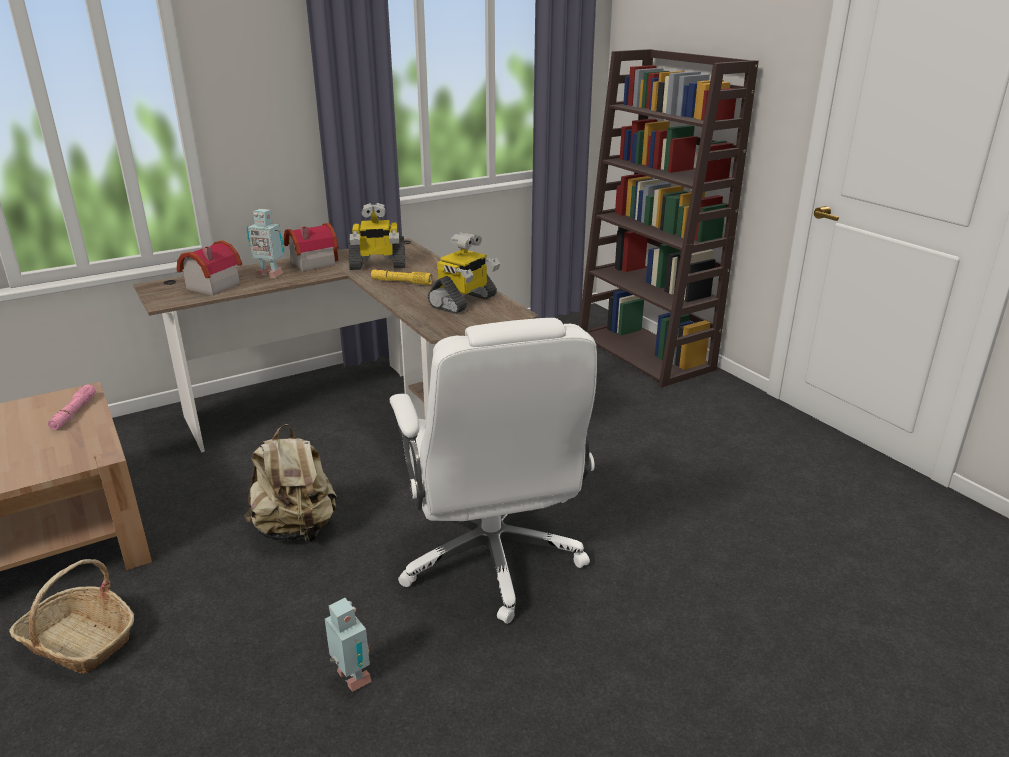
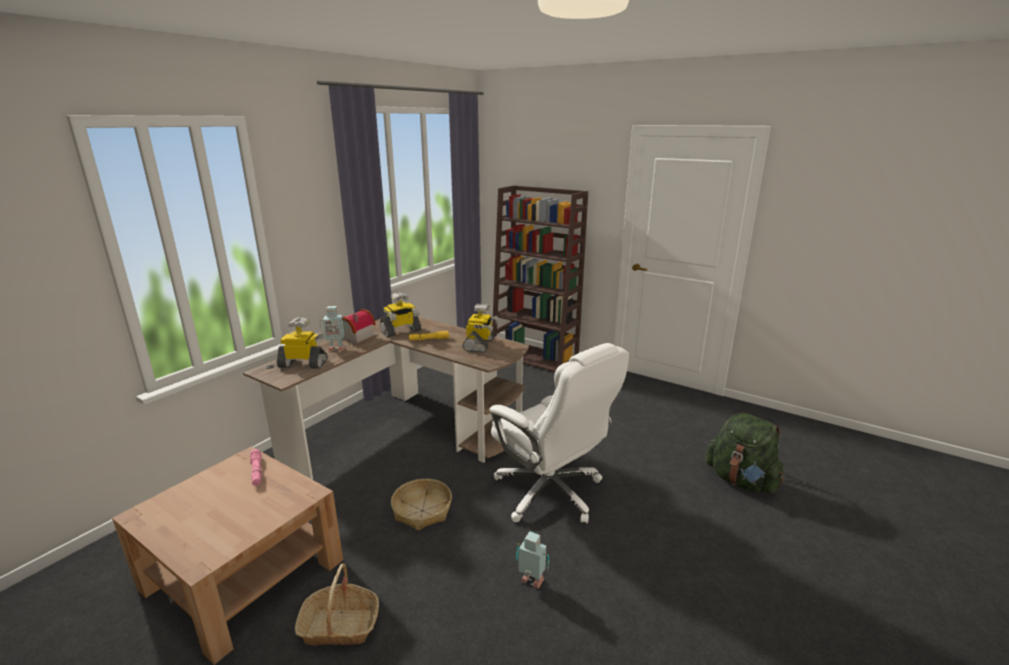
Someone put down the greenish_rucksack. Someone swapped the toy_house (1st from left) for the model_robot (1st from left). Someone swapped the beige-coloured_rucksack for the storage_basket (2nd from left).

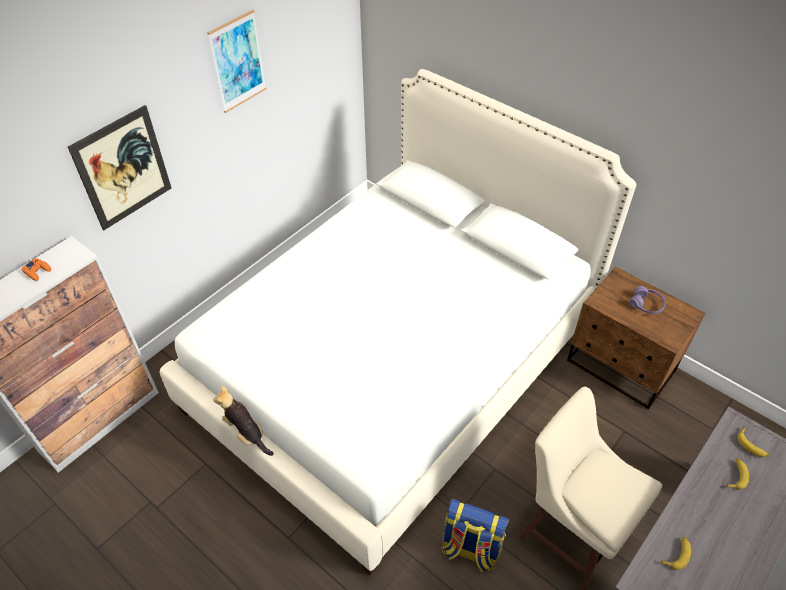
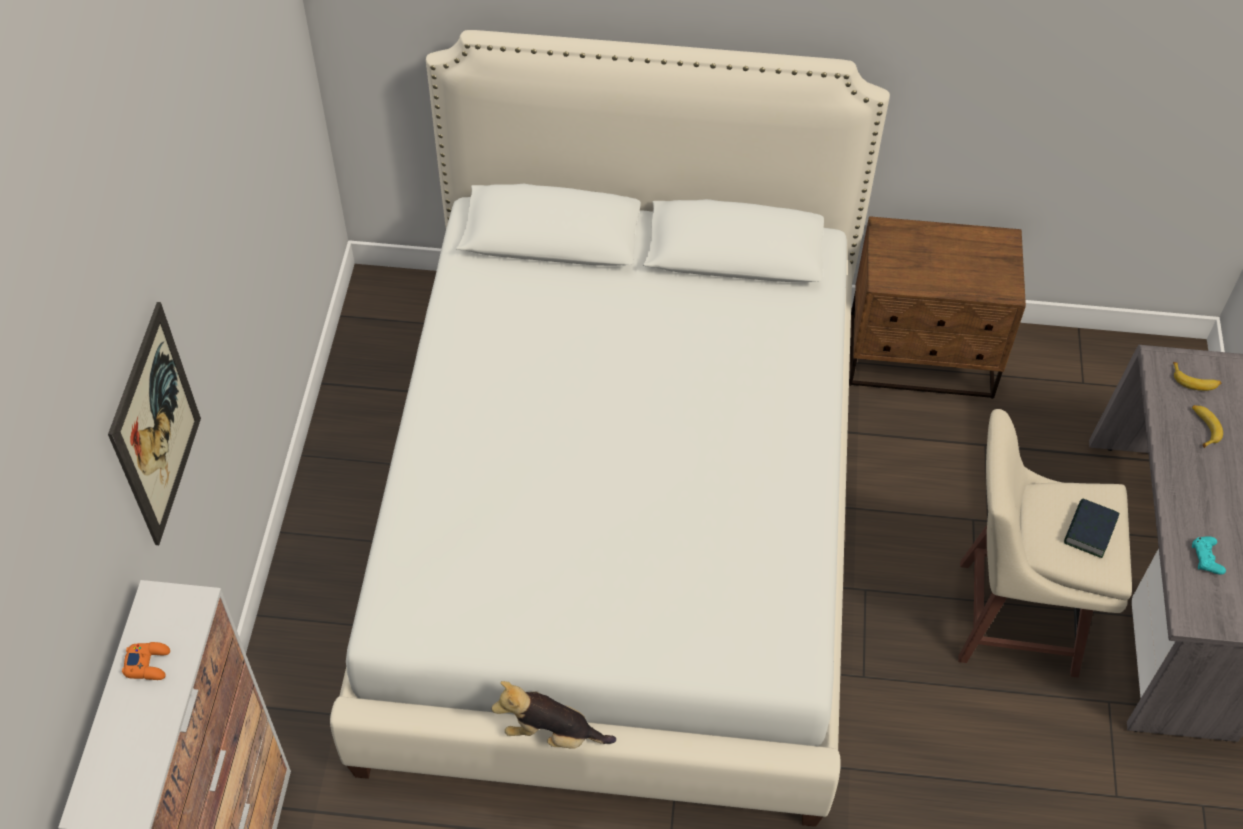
Someone took away the picture (2nd from left). Someone took away the rucksack. Someone took away the purple_headset. Someone put down the bound_book. Someone swapped the banana_fruit (1st from left) for the turquoise-coloured_game_controller.

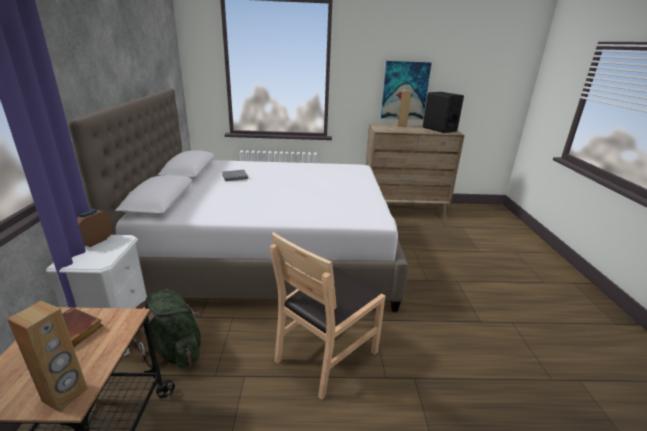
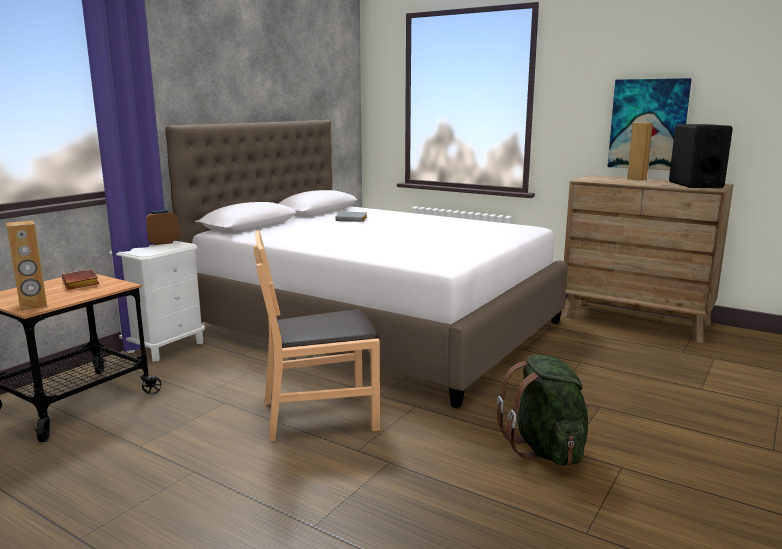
Someone carried the greenish_rucksack.

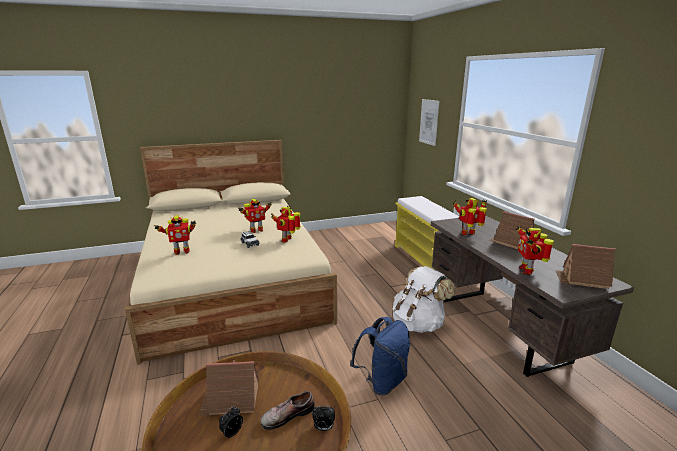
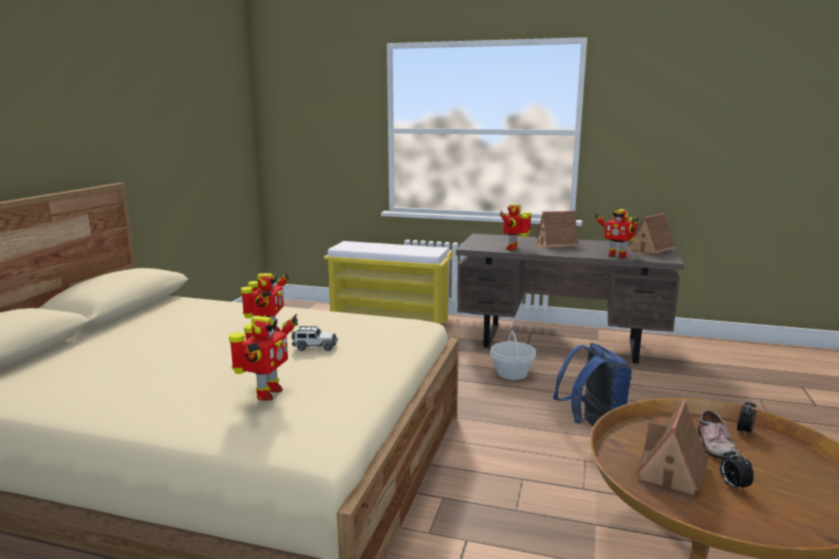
Someone took away the model_robot (3rd from left). Someone took away the picture. Someone swapped the white-coloured_rucksack for the storage_basket.

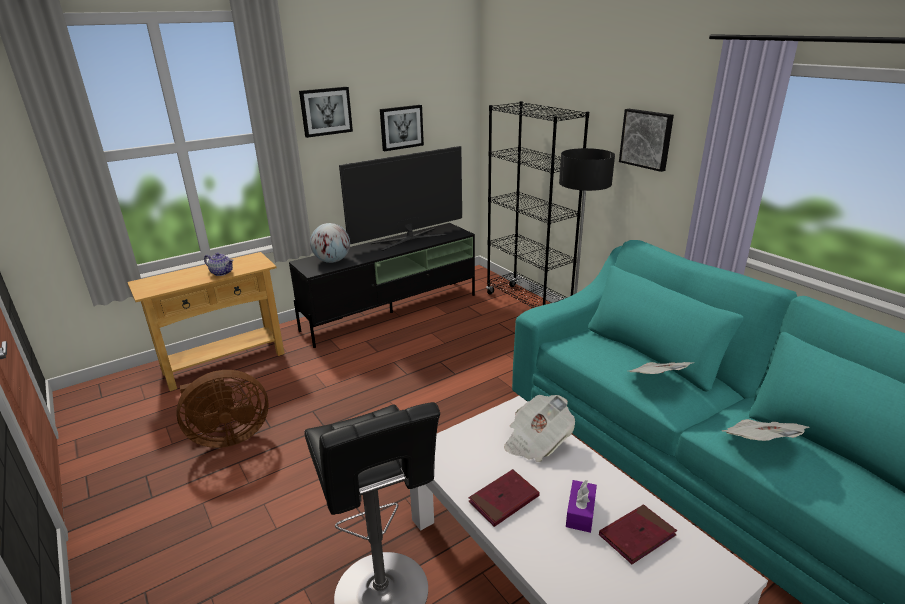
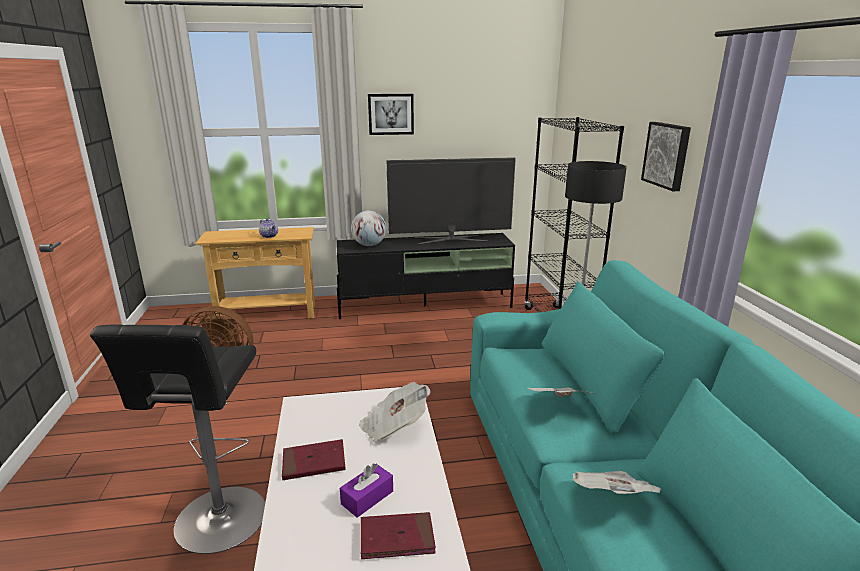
Someone took away the picture (2nd from left).

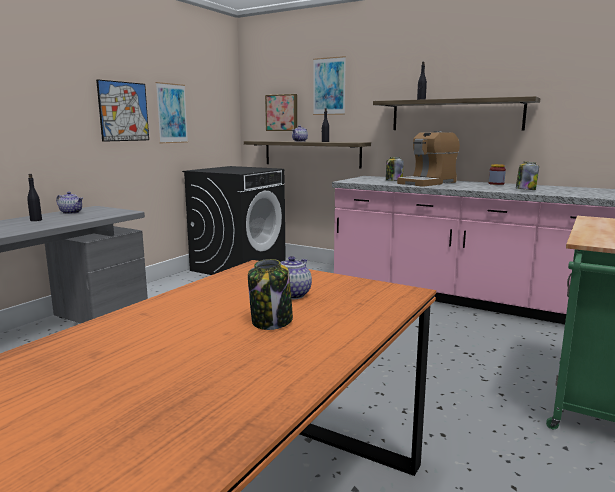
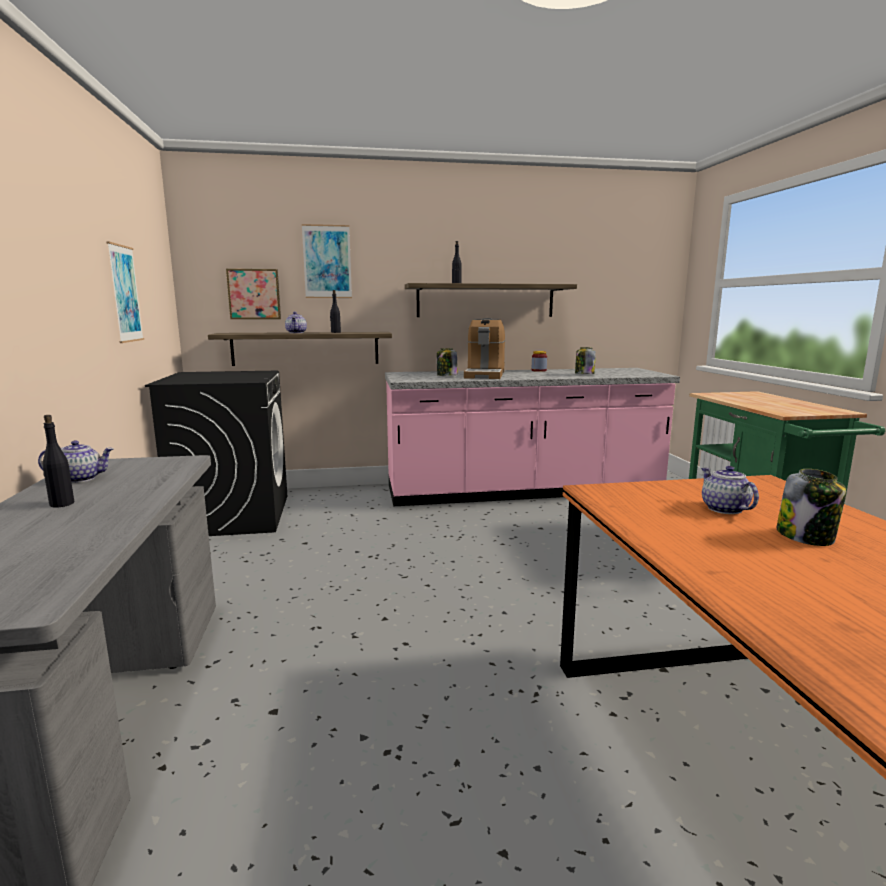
Someone took away the picture (1st from left).

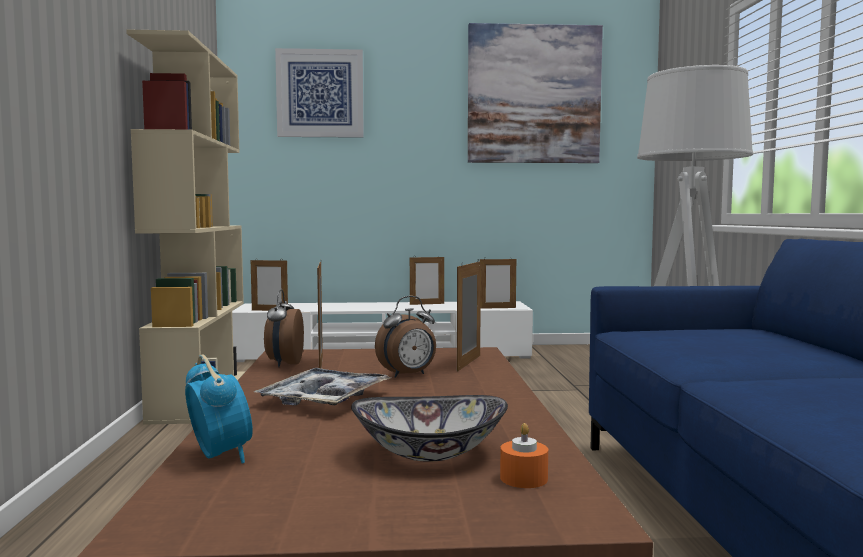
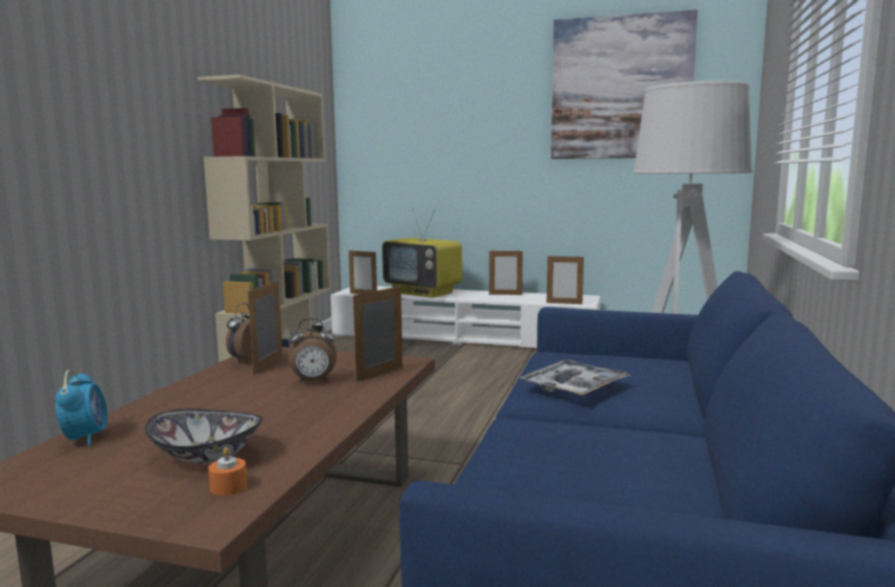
Someone took away the picture (1st from left). Someone put down the television. Someone carried the serving_tray.

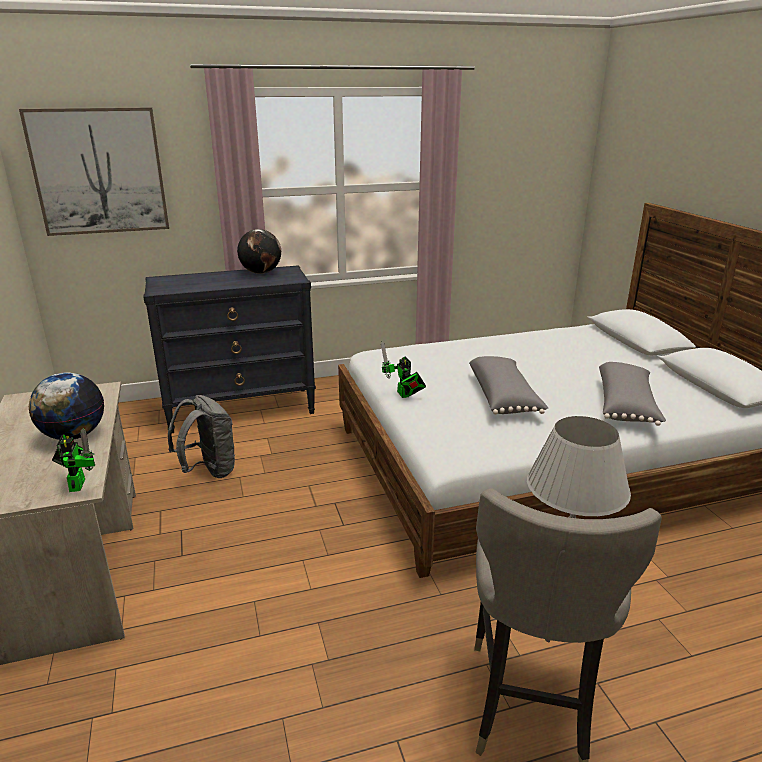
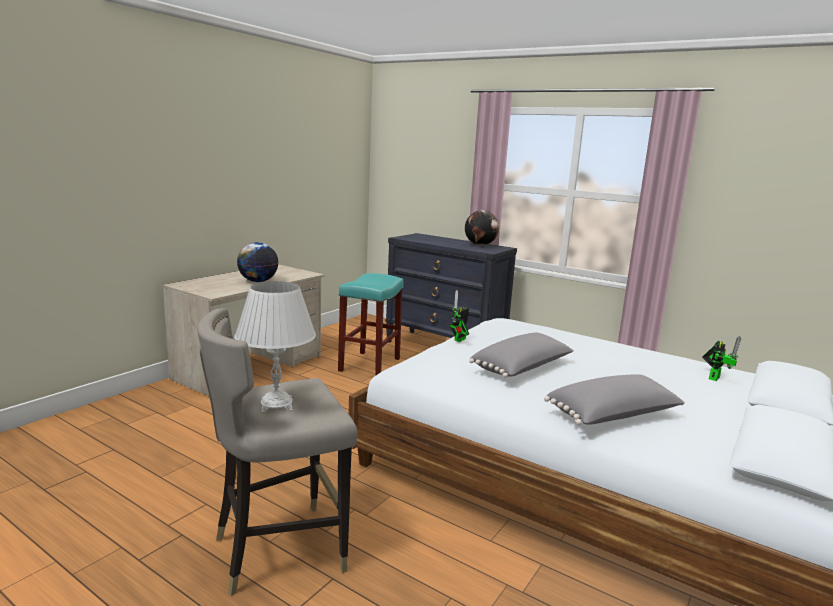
Someone took away the picture. Someone carried the model_robot (1st from left in the first image). Someone swapped the gray_rucksack for the turquoise-coloured_stool_seat.

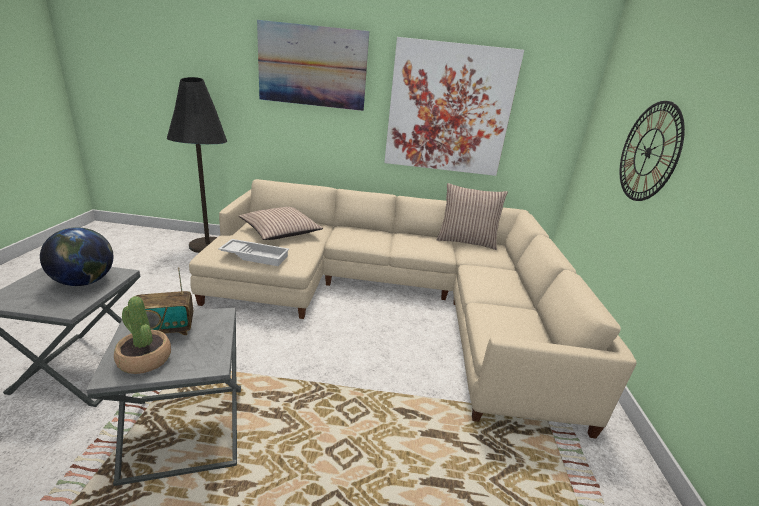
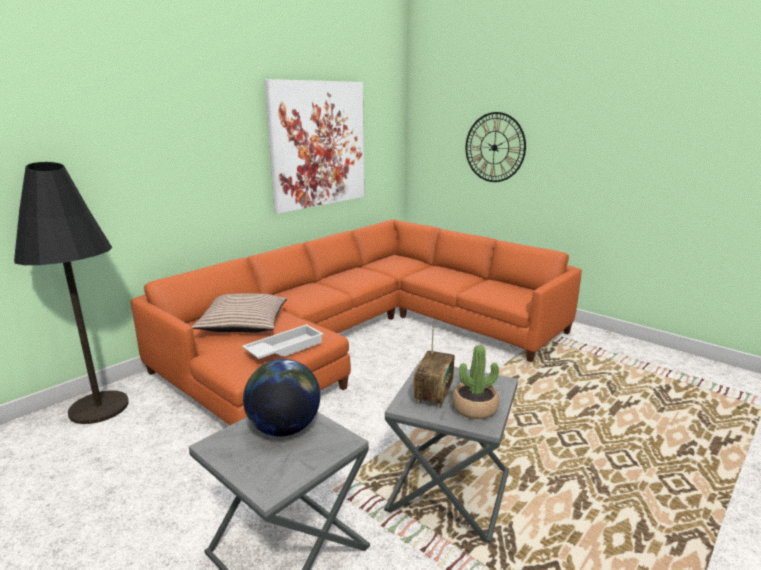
Someone took away the picture (1st from left). Someone took away the throw_pillow (2nd from left). Someone repainted the beige-coloured_settee, which became the orange_settee.

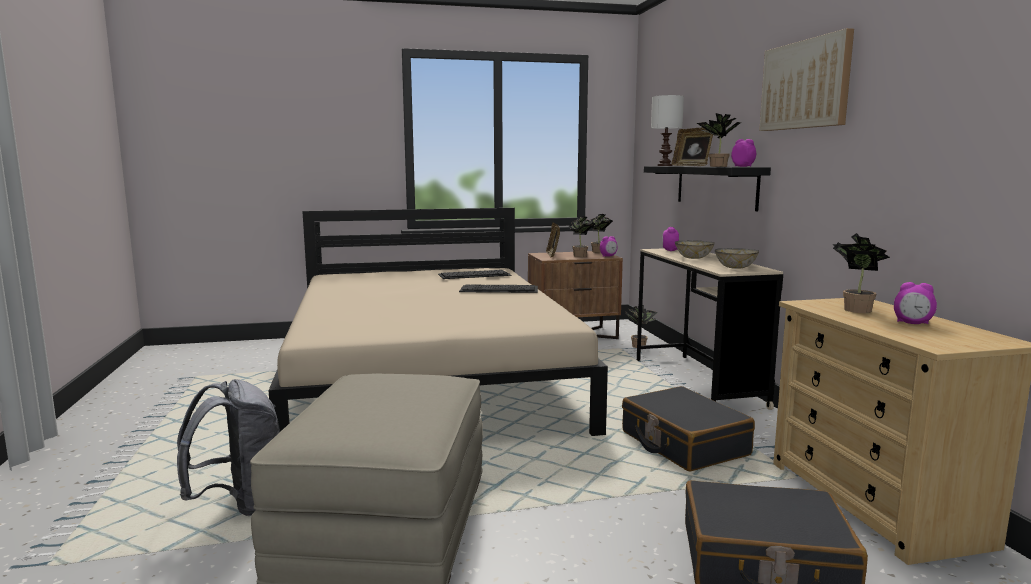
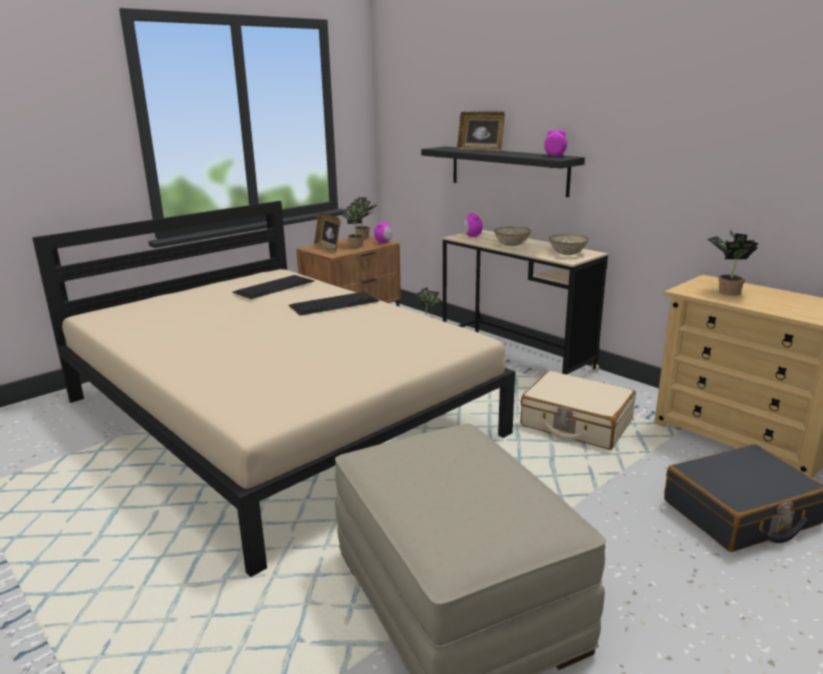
Someone took away the gray_rucksack. Someone took away the white-coloured_tabletop_lamp. Someone took away the potted_plant (4th from left). Someone took away the picture. Someone took away the bedside_clock (4th from left). Someone repainted the black_piece_of_luggage (1st from left), which became the beige-coloured_piece_of_luggage.

